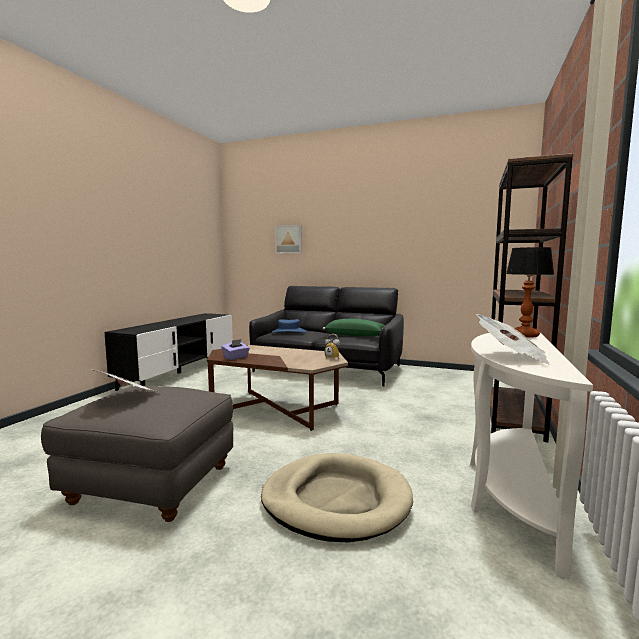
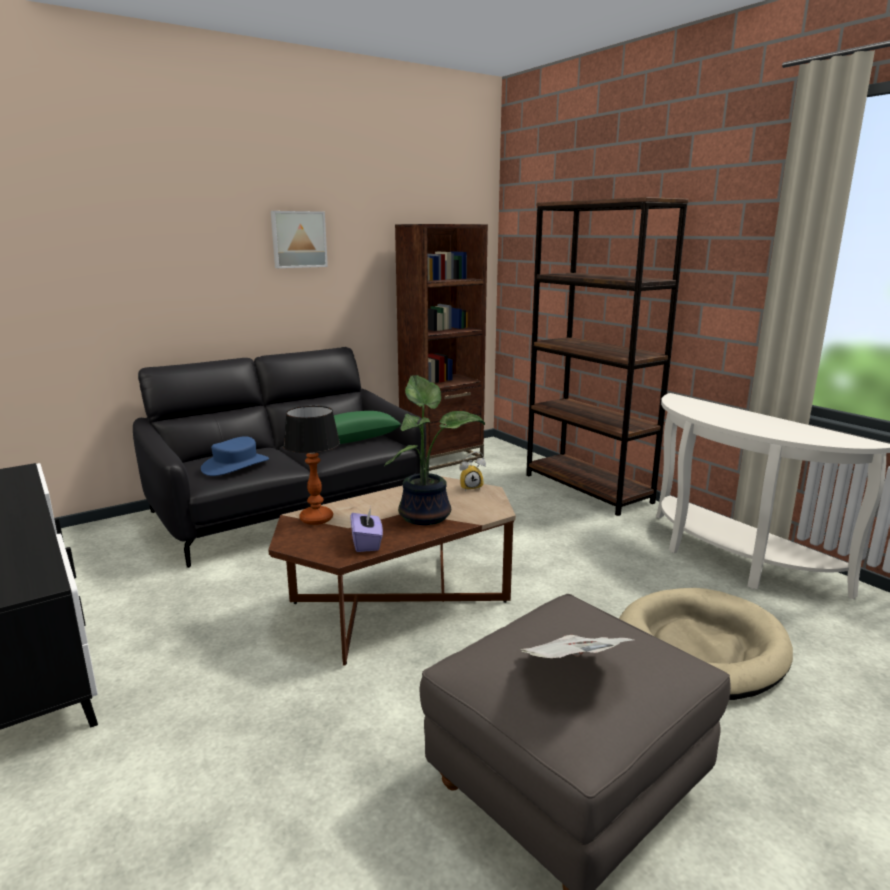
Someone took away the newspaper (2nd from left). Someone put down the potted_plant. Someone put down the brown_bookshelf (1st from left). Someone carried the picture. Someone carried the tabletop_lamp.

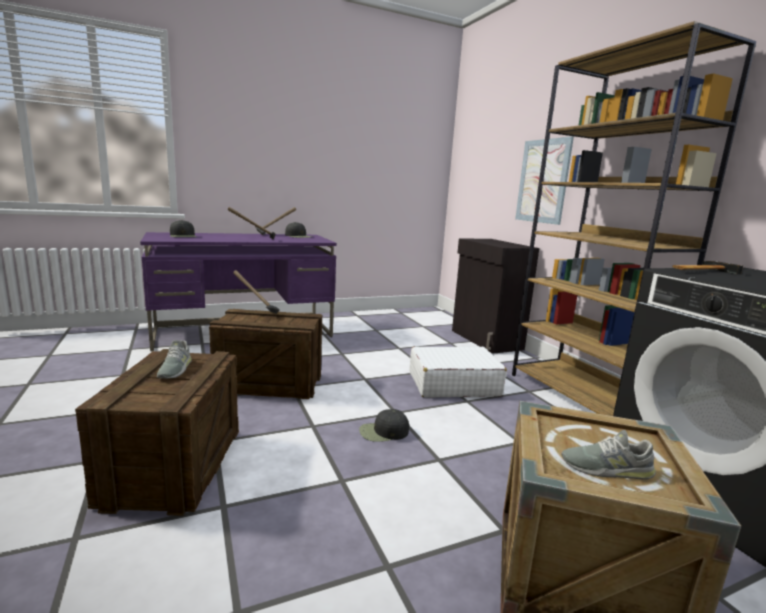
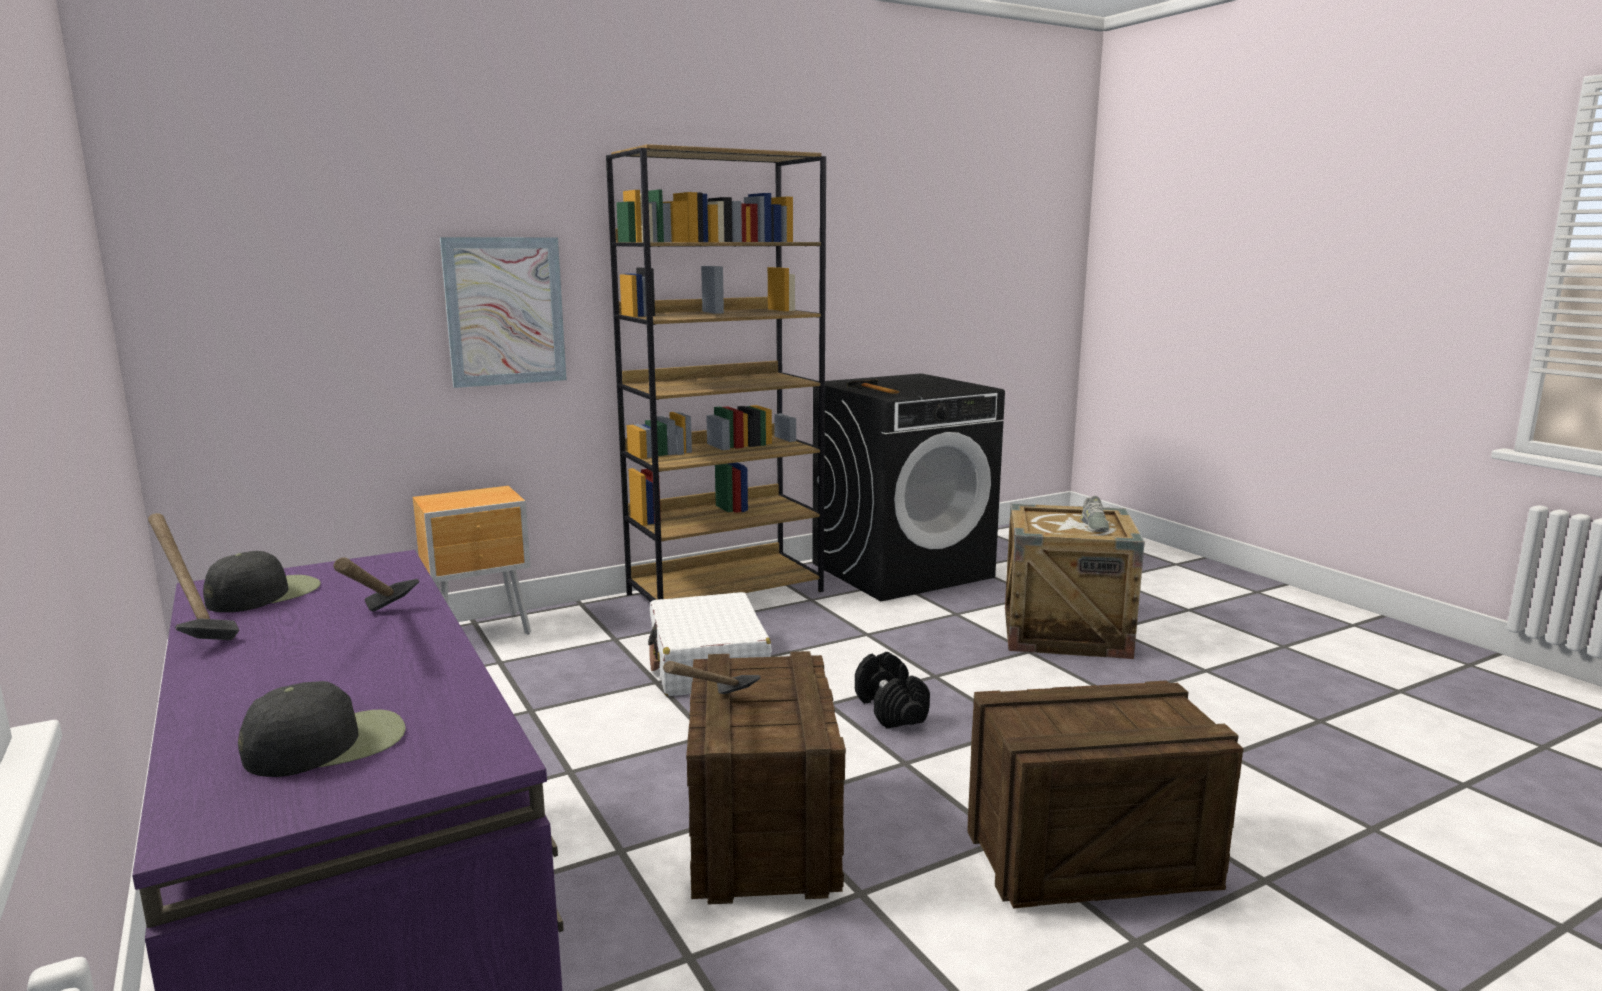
Someone took away the gray_shoe (1st from left). Someone swapped the black_cap (3rd from left) for the black_hand_weight. Someone swapped the black_storage_cabinet for the brown_bedside_table.

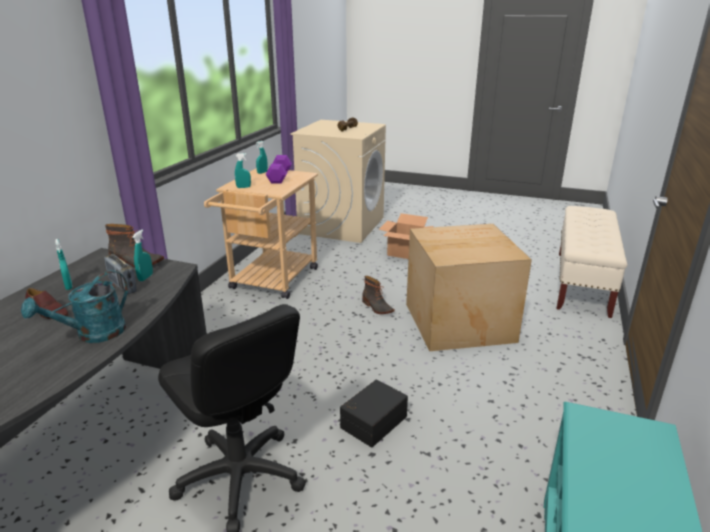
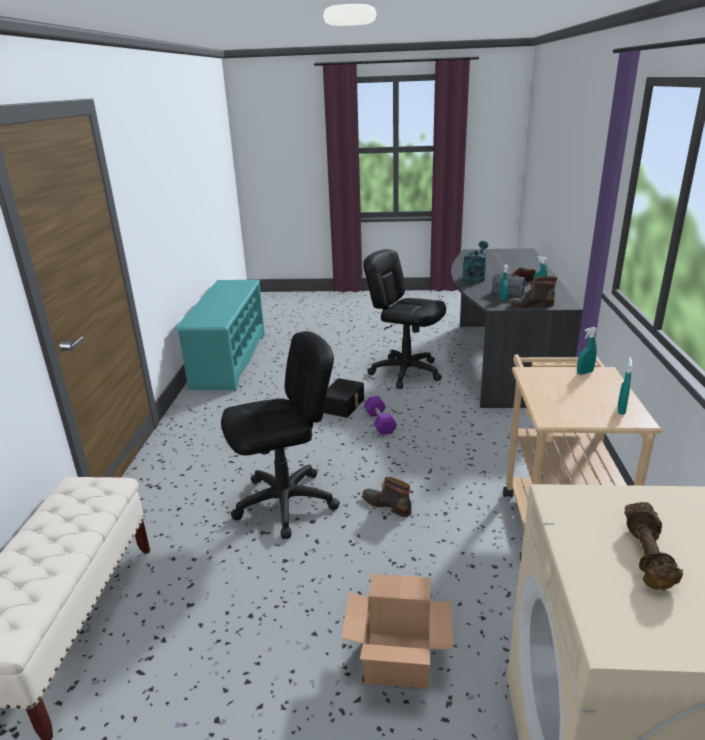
Someone carried the purple_hand_weight. Someone swapped the carton (2nd from left) for the black_office_chair (1st from left).

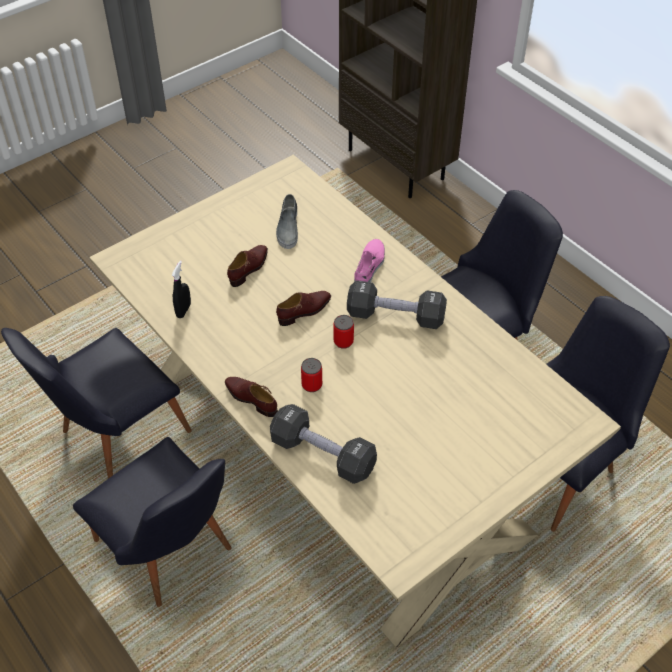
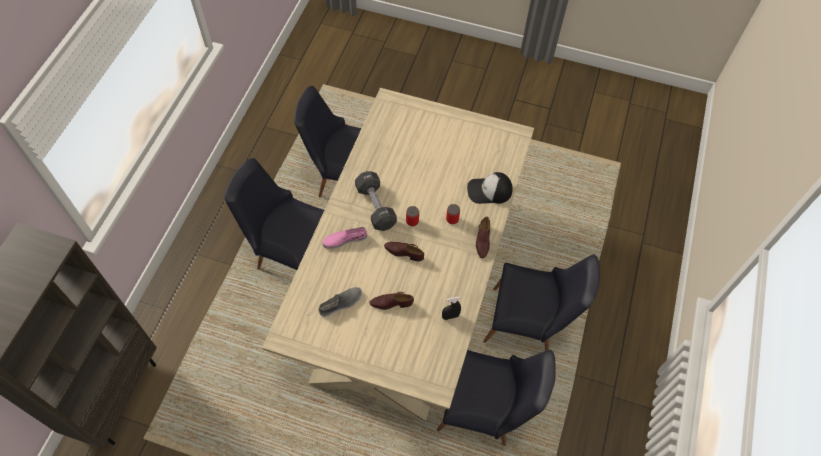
Someone swapped the black_hand_weight (1st from left) for the cap. Someone rotated the black_chair (2nd from left in the first image) by 90 degrees clockwise.

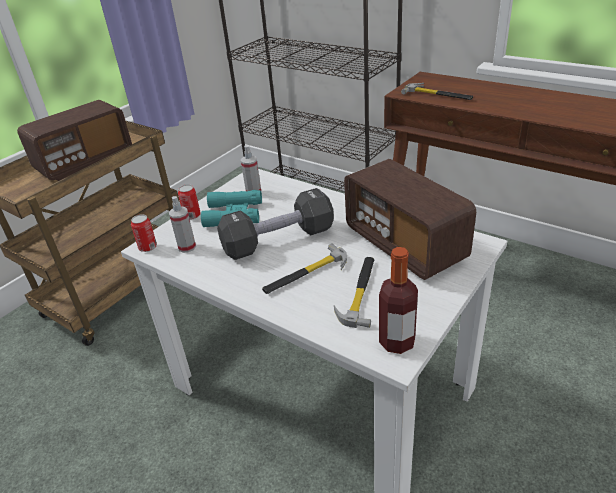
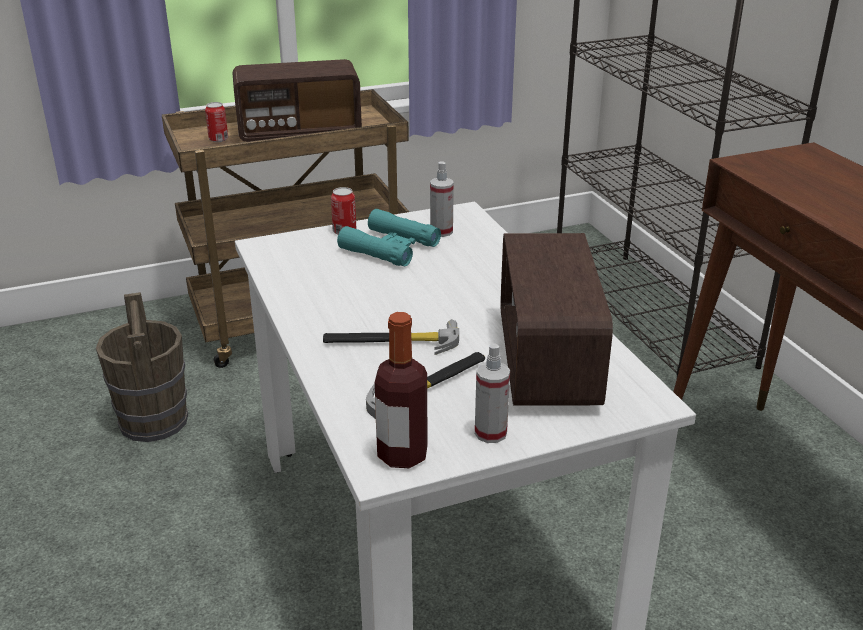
Someone took away the black_hand_weight. Someone took away the tool_hammer (3rd from left). Someone put down the brown_pail. Someone carried the metal_can (1st from left). Someone carried the spray_bottle (1st from left in the first image).

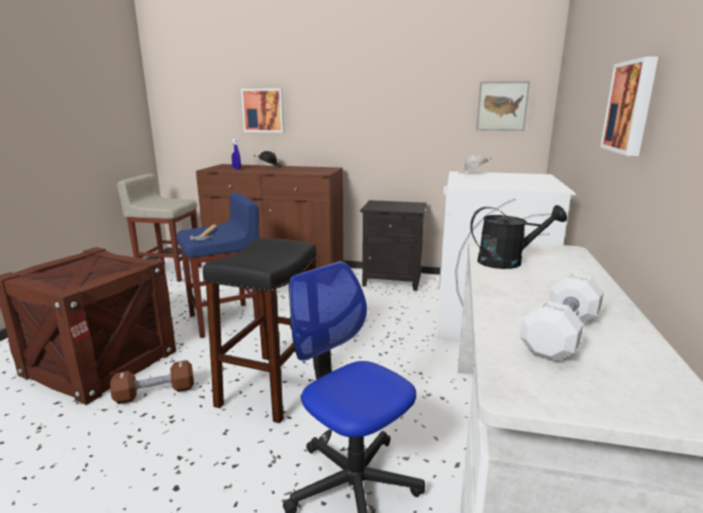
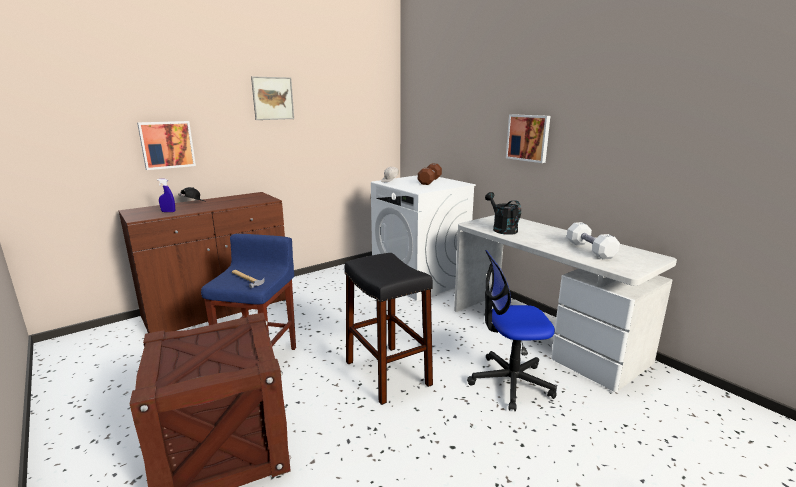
Someone took away the beige-coloured_stool_seat. Someone took away the black_bedside_table. Someone carried the brown_hand_weight. Someone carried the picture (2nd from left). Someone rotated the black_watering_can by 60 degrees counterclockwise.

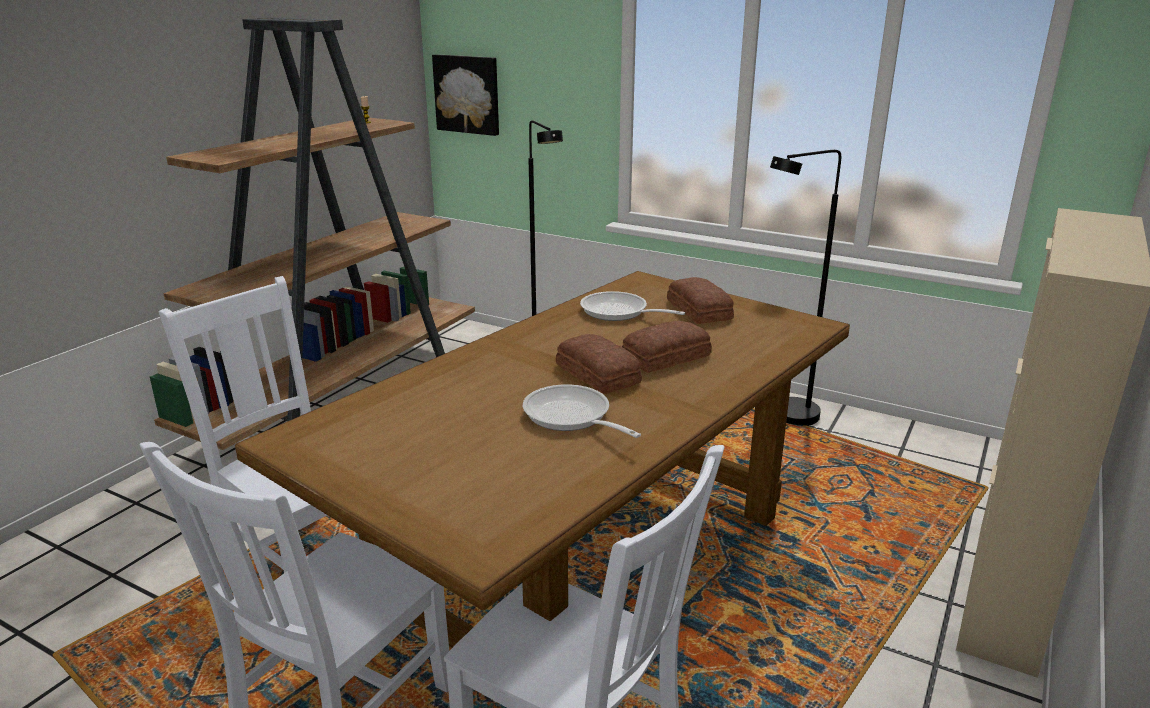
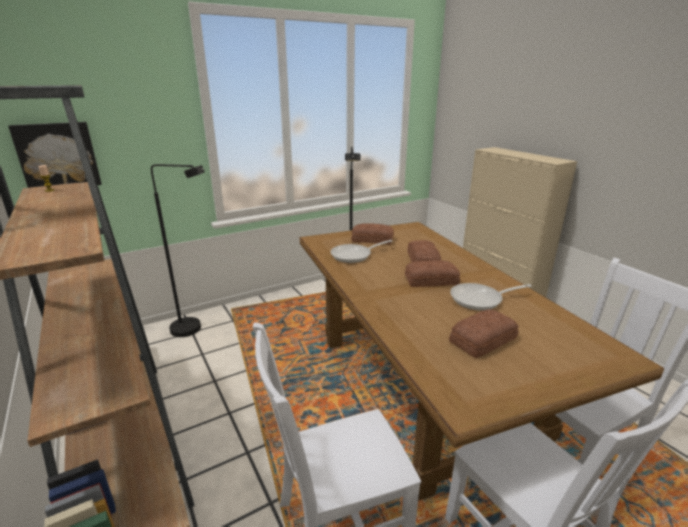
Someone put down the bakery_bread (4th from left).

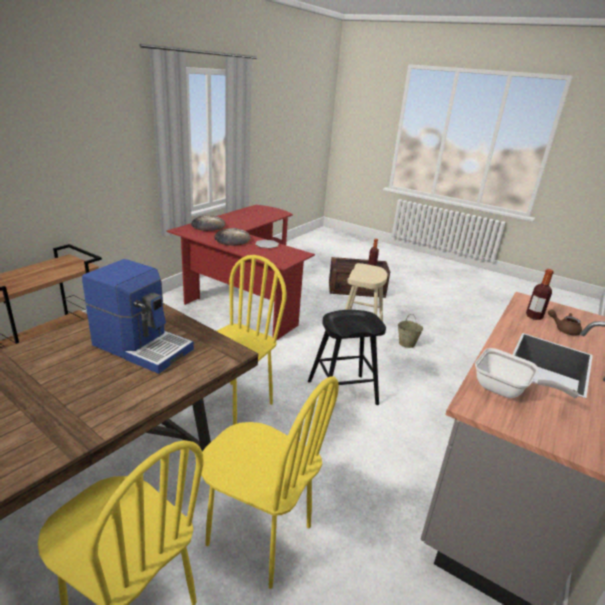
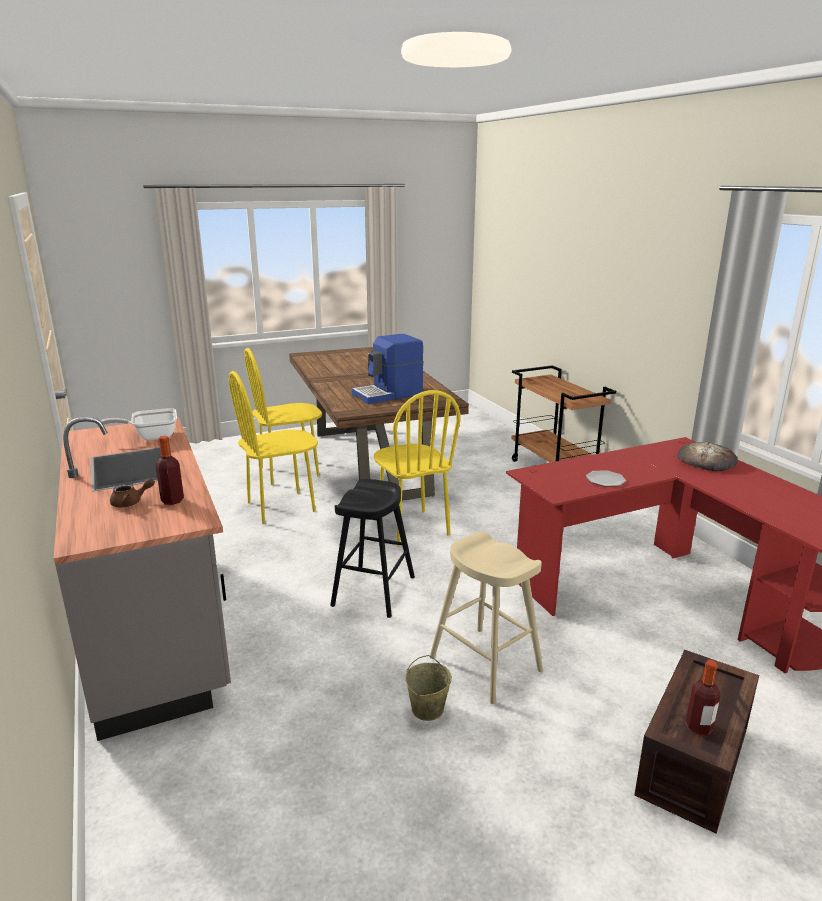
Someone took away the bakery_bread (2nd from left).

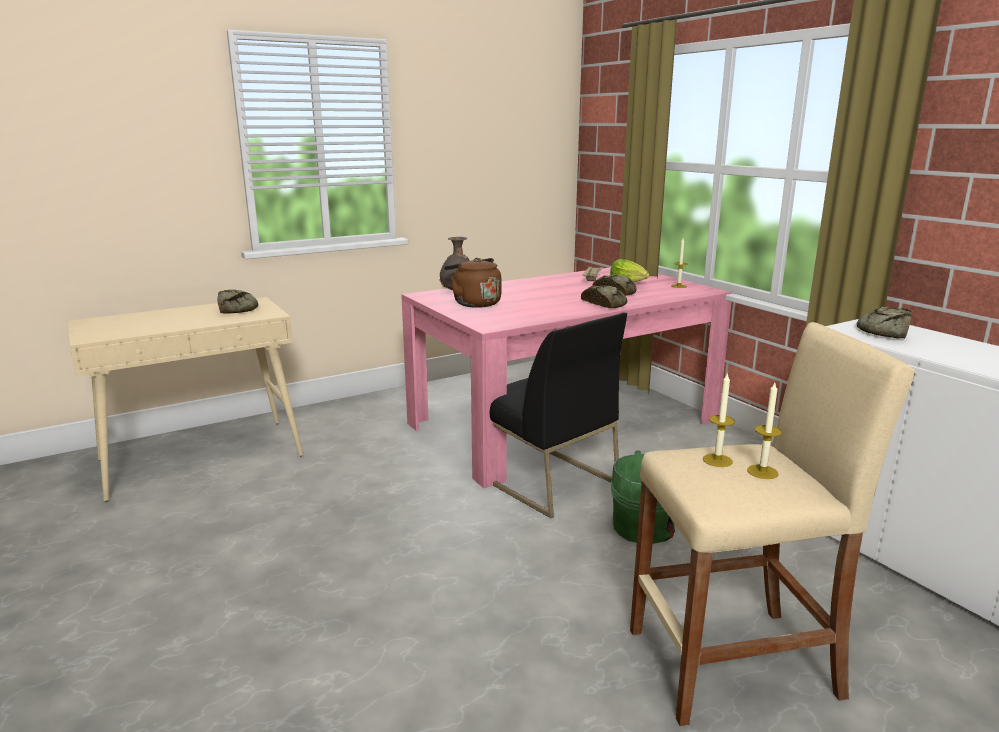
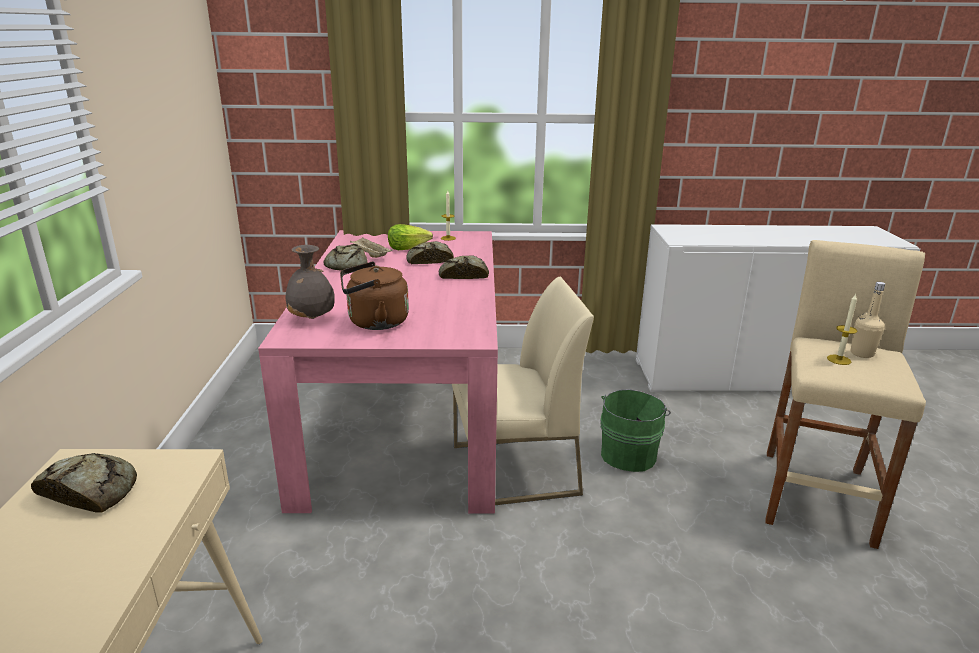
Someone carried the bakery_bread (4th from left in the first image). Someone swapped the wax_candle (3rd from left) for the beige-coloured_drink_bottle. Someone repainted the black_chair, which became the beige-coloured_chair.

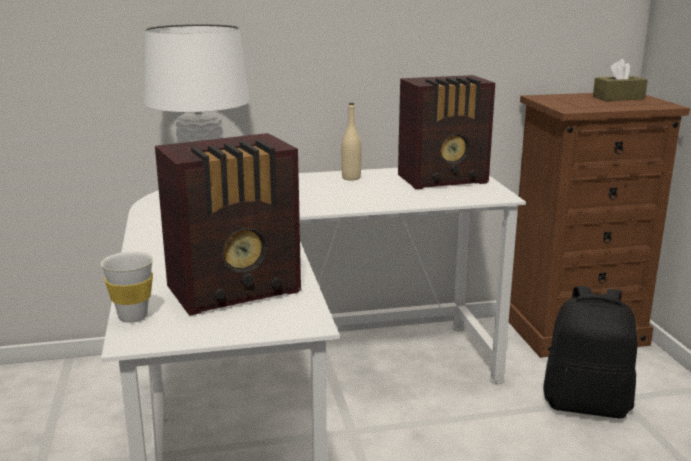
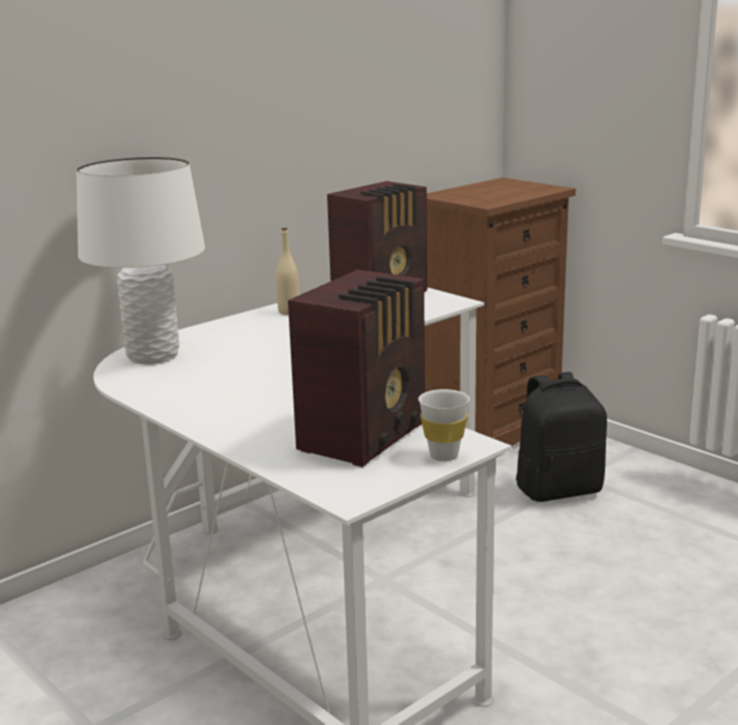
Someone took away the brown_tissue_holder. Someone carried the white-coloured_cup.

